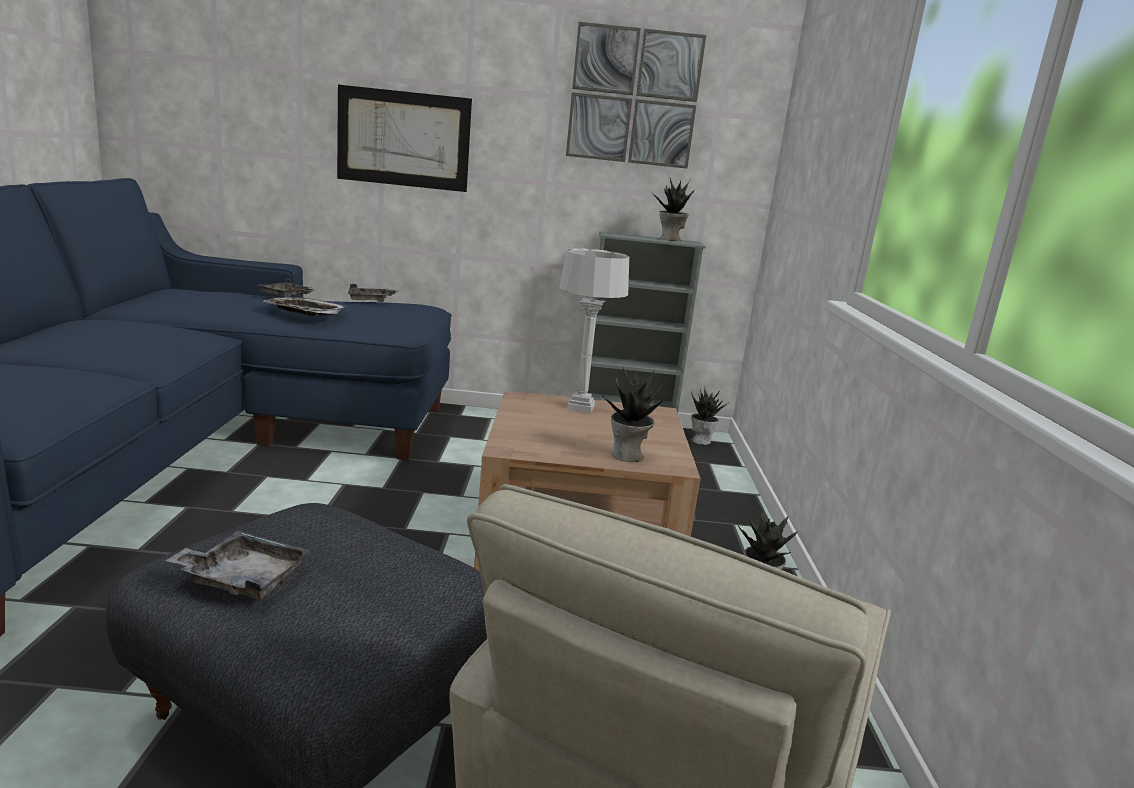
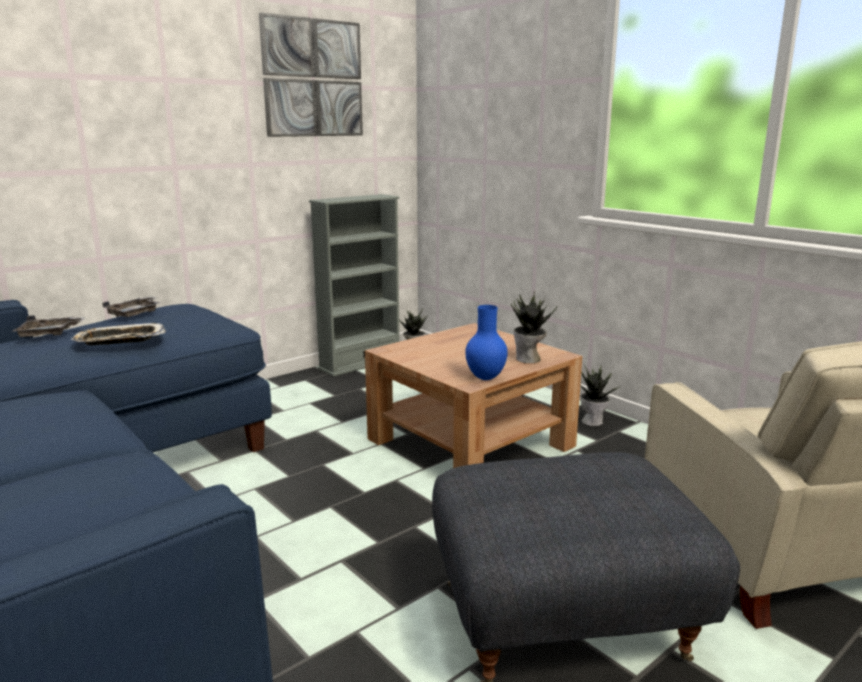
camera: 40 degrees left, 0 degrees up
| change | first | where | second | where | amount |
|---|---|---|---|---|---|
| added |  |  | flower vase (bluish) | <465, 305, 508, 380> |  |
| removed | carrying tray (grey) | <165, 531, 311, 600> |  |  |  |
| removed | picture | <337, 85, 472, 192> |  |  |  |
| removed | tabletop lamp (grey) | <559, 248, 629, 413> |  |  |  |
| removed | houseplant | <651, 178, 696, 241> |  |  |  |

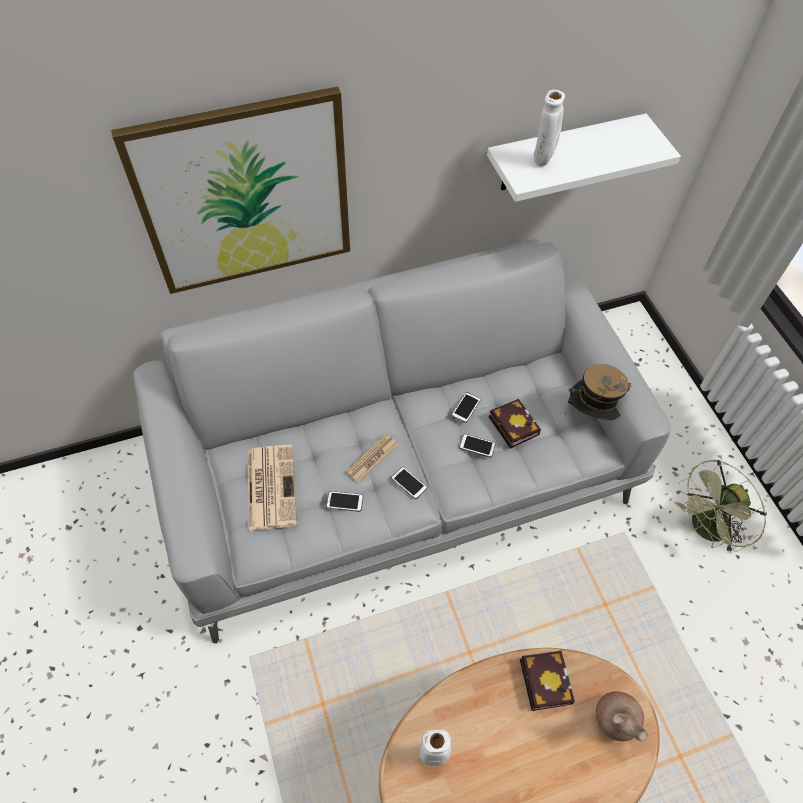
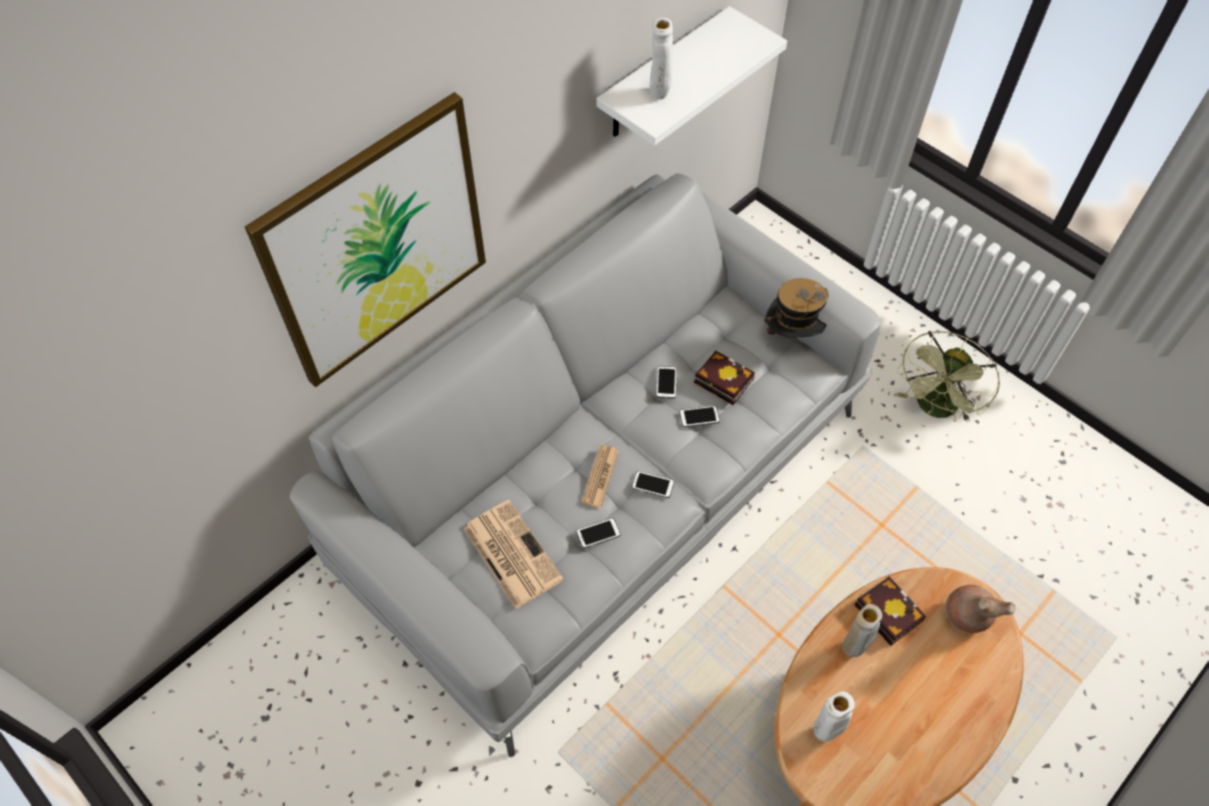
camera: 25 degrees left, 0 degrees up
| change | first | where | second | where | amount |
|---|---|---|---|---|---|
| added |  |  | flower vase (beige-coloured) | <842, 604, 882, 657> |  |

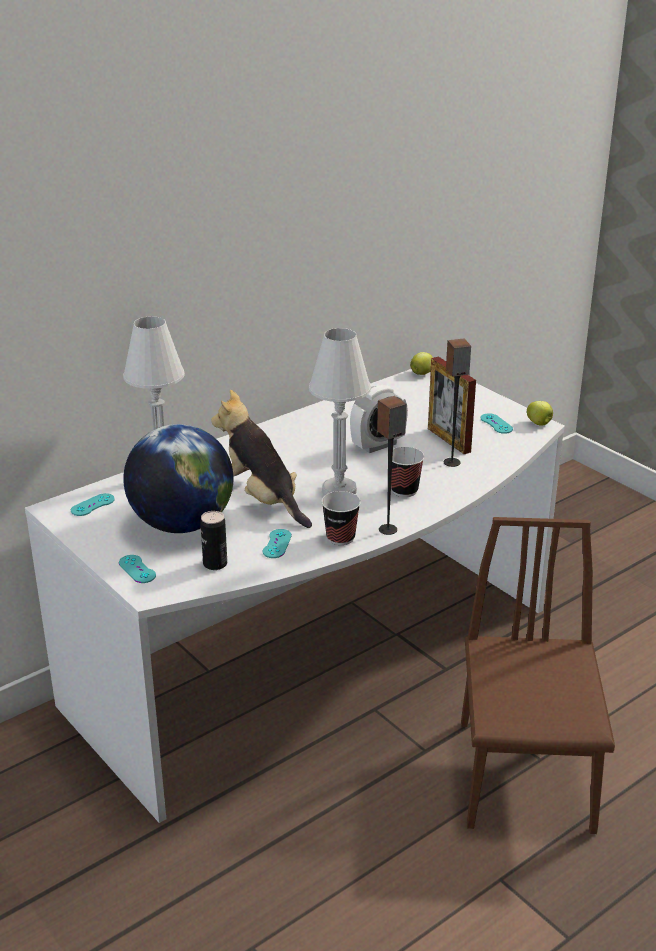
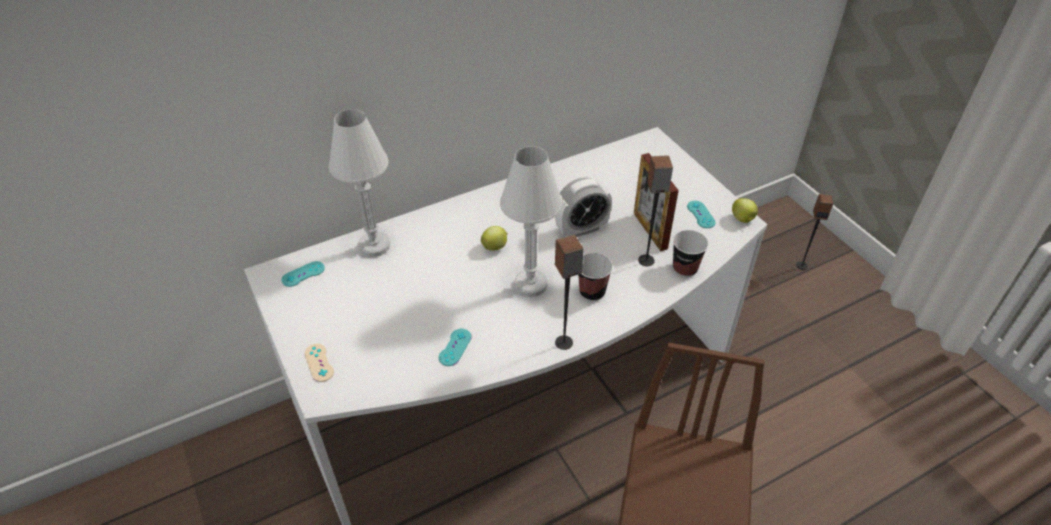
camera: 10 degrees right, 15 degrees up
| change | first | where | second | where | amount |
|---|---|---|---|---|---|
| recoloured | game controller (turquoise-coloured) | <119, 555, 156, 583> | game controller (beige-coloured) | <304, 344, 334, 382> |  |
| moved | apple | <410, 352, 433, 375> |  | <481, 226, 508, 251> |  |
| moved | drinking cup | <321, 491, 361, 545> |  | <673, 230, 708, 277> |  |
| added |  |  | speaker | <796, 194, 833, 270> |  |
| removed | world globe | <123, 424, 234, 533> |  |  |  |
| removed | sealed can | <200, 511, 227, 570> |  |  |  |
| removed | plush toy | <211, 390, 312, 528> |  |  |  |

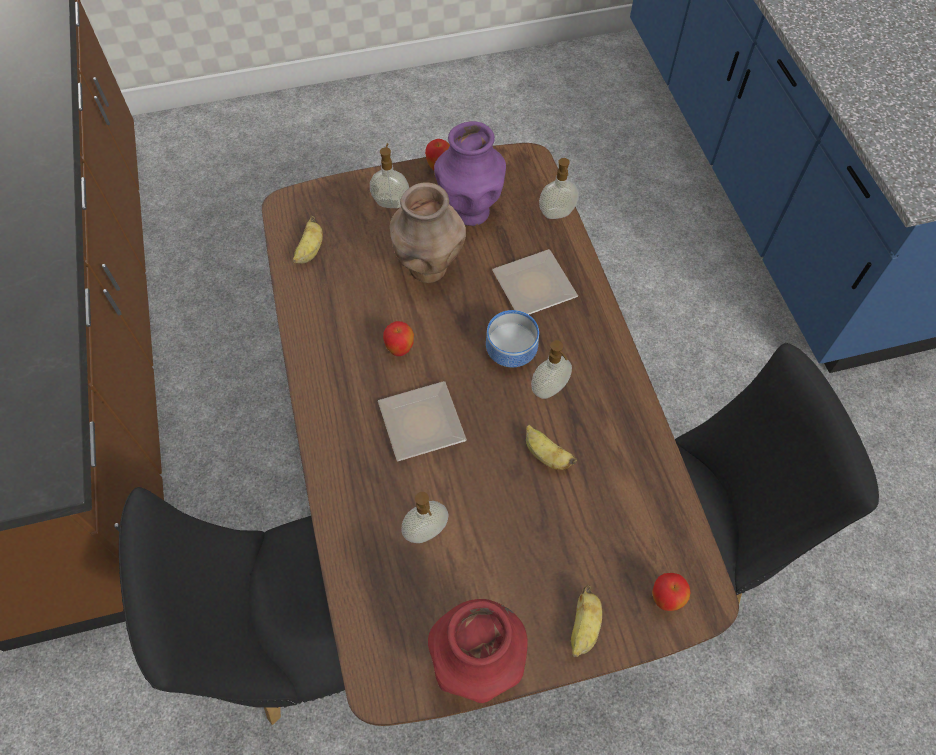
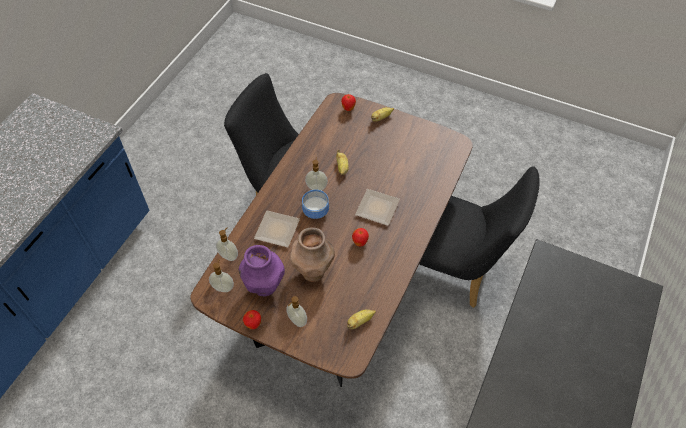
camera: 140 degrees left, 5 degrees down
| change | first | where | second | where | amount |
|---|---|---|---|---|---|
| moved | soap bottle | <401, 492, 448, 543> |  | <209, 259, 234, 292> |  |
| removed | flower vase (red-coloured) | <428, 599, 528, 703> |  |  |  |

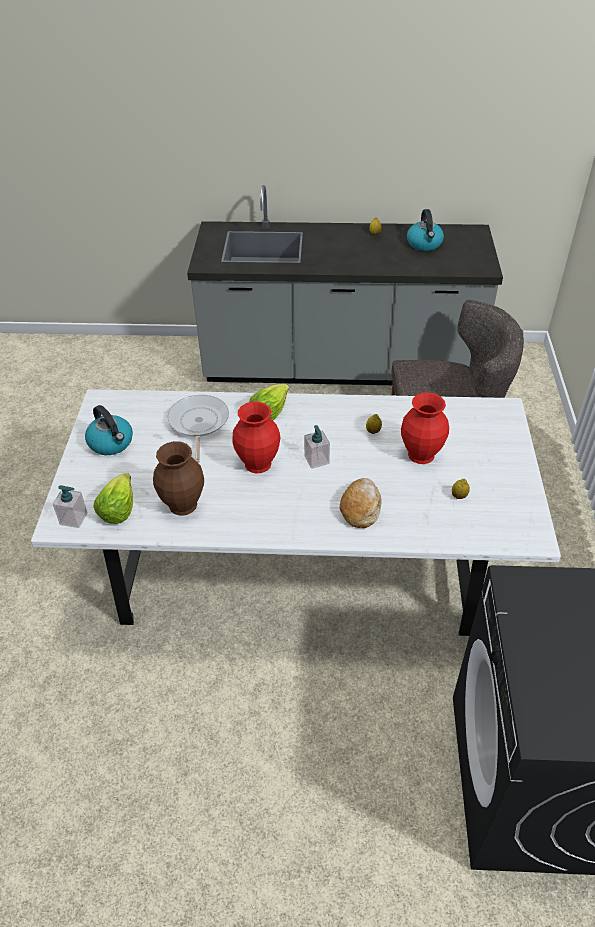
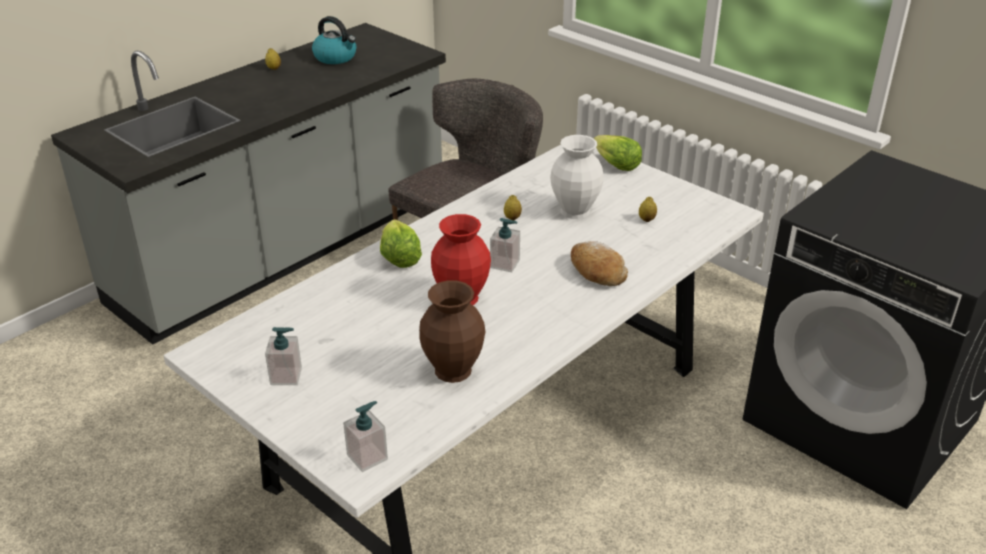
camera: 50 degrees left, 10 degrees down
| change | first | where | second | where | amount |
|---|---|---|---|---|---|
| replaced | tea kettle | <85, 405, 133, 455> | soap bottle | <265, 327, 302, 385> |  |
| recoloured | flower vase (red-coloured) | <401, 392, 449, 464> | flower vase (white) | <550, 135, 604, 219> |  |
| moved | lettuce | <94, 473, 133, 524> |  | <594, 135, 642, 171> |  |
| removed | pan | <167, 395, 229, 463> |  |  |  |

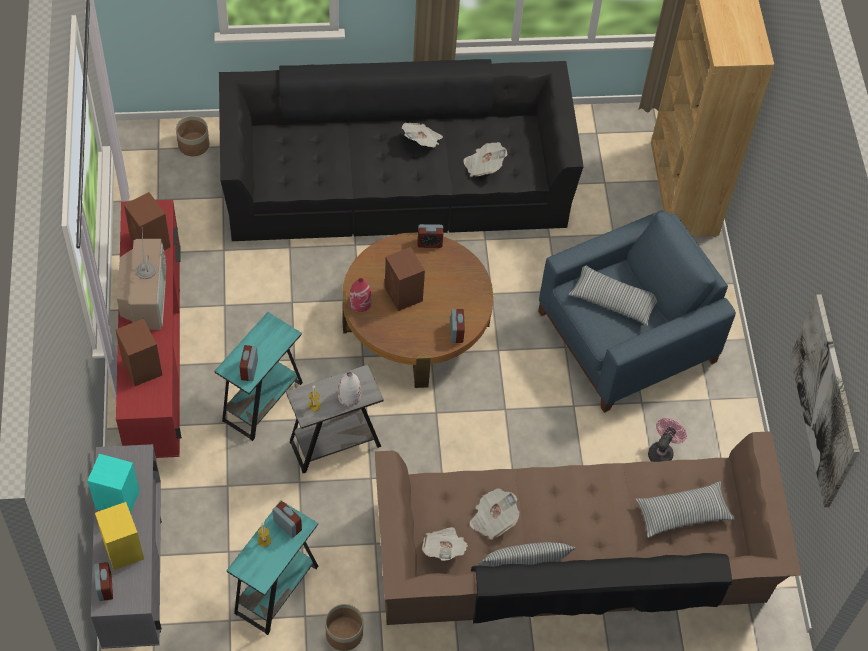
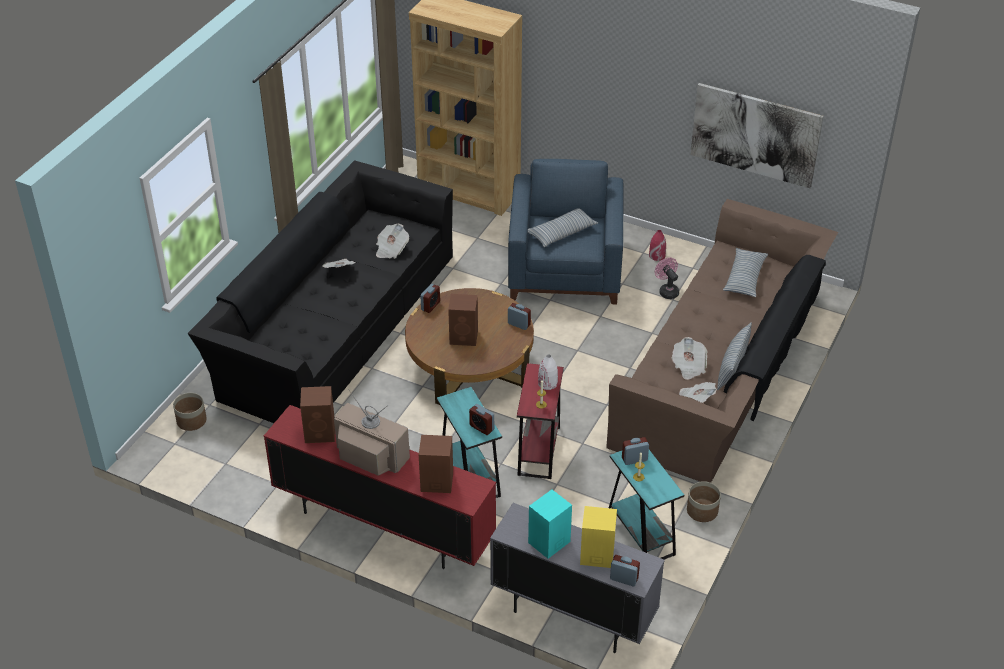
camera: 55 degrees left, 15 degrees down
| change | first | where | second | where | amount |
|---|---|---|---|---|---|
| recoloured | end table (grey) | <286, 365, 384, 473> | end table (red-coloured) | <517, 363, 564, 479> |  |
| moved | flower vase (red-coloured) | <350, 278, 371, 312> |  | <649, 230, 666, 261> |  |

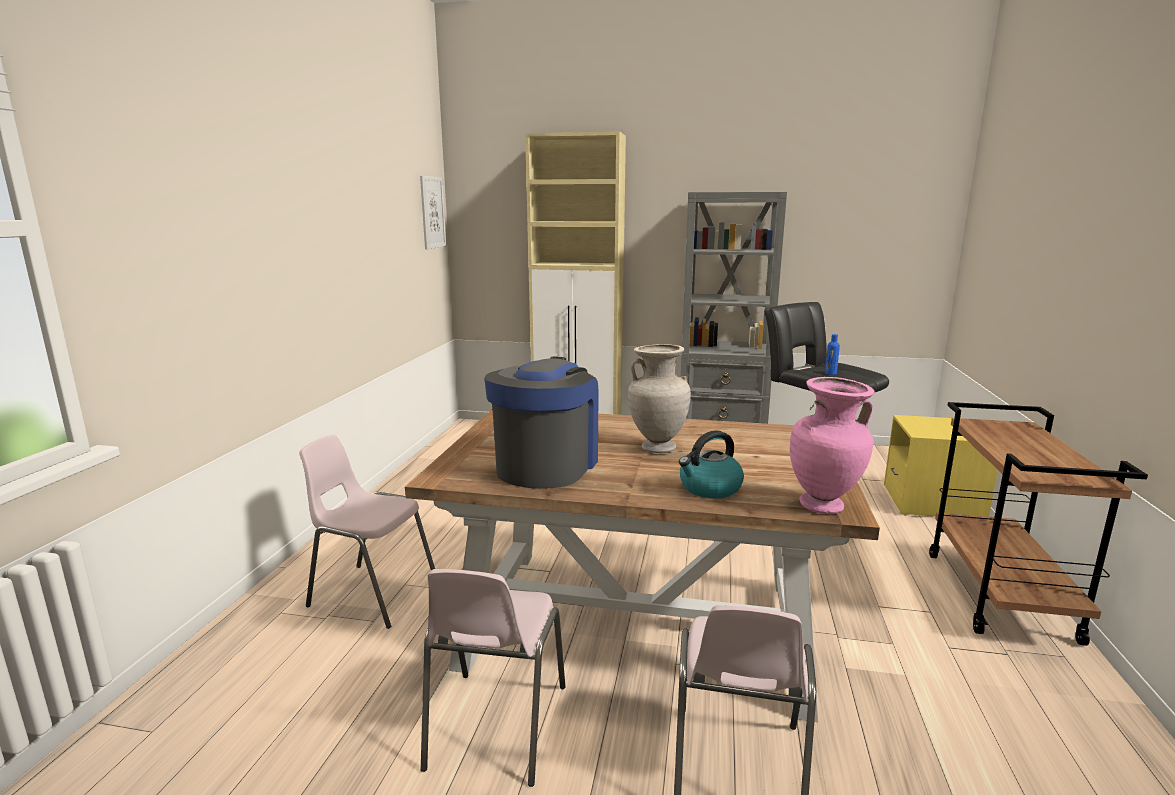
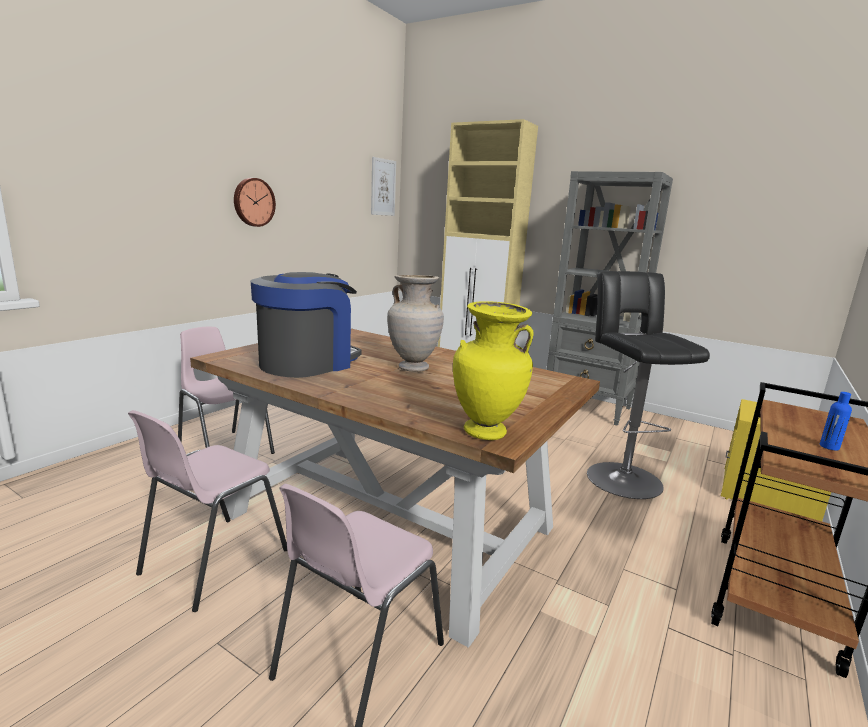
camera: 20 degrees right, 0 degrees up
| change | first | where | second | where | amount |
|---|---|---|---|---|---|
| added |  |  | clock on the wall | <234, 178, 276, 227> |  |
| recoloured | flower vase (pinkish) | <790, 377, 875, 514> | flower vase (yellow) | <453, 301, 534, 440> |  |
| moved | beverage bottle (bluish) | <825, 334, 840, 375> |  | <820, 392, 852, 451> |  |
| removed | tea kettle | <679, 430, 744, 499> |  |  |  |

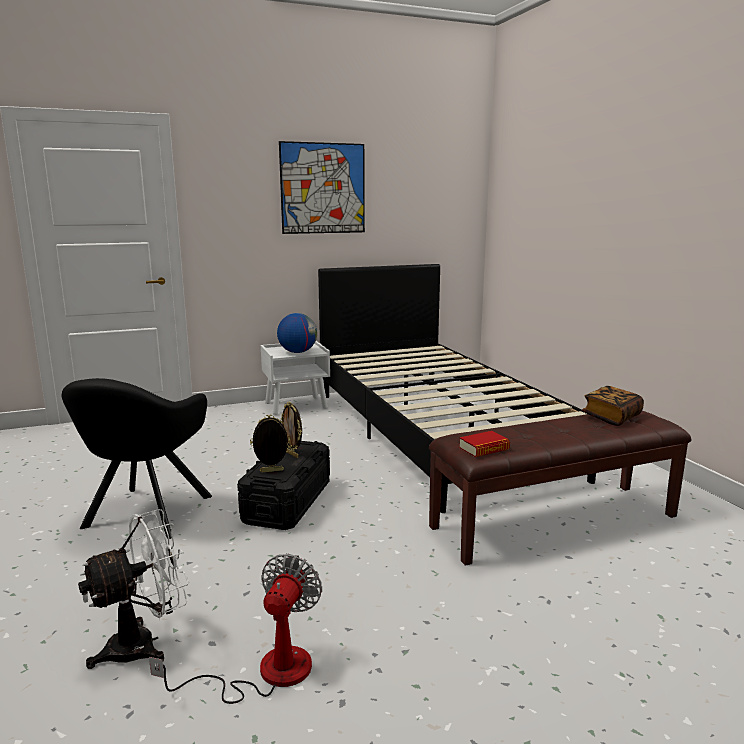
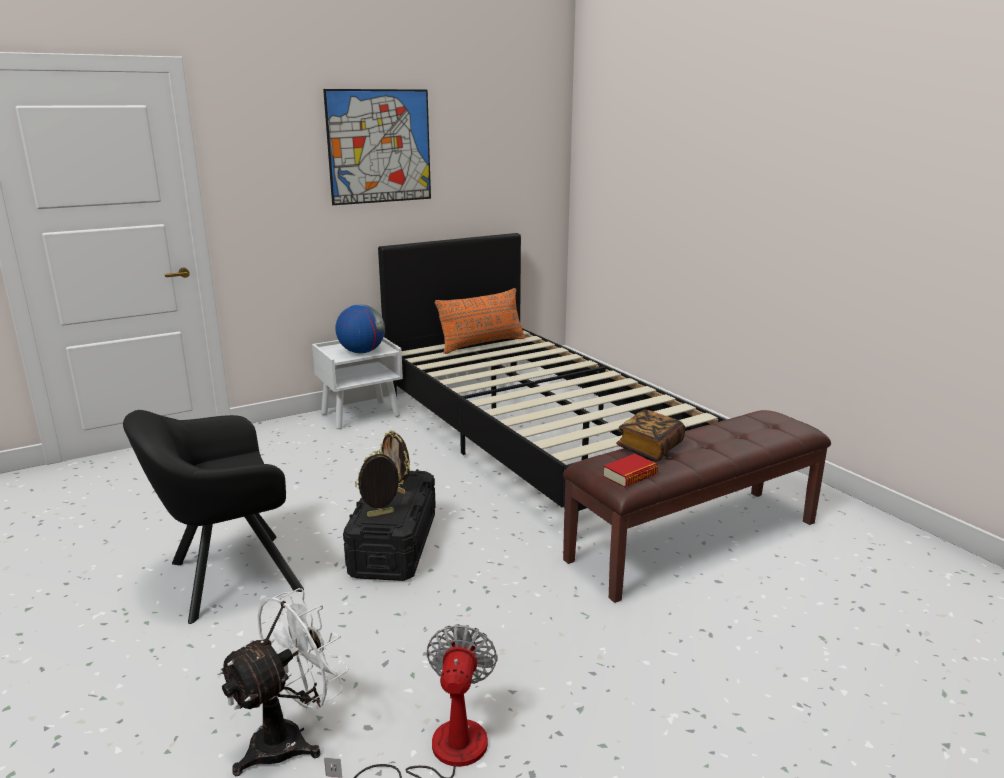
camera: 10 degrees left, 5 degrees up
| change | first | where | second | where | amount |
|---|---|---|---|---|---|
| turned | armchair (black) | <61, 378, 212, 539> |  | <123, 410, 304, 624> | 60 degrees clockwise |
| added |  |  | throw pillow (orange-coloured) | <435, 288, 525, 354> |  |
| moved | bound book | <582, 386, 644, 426> |  | <616, 409, 685, 462> |  |

